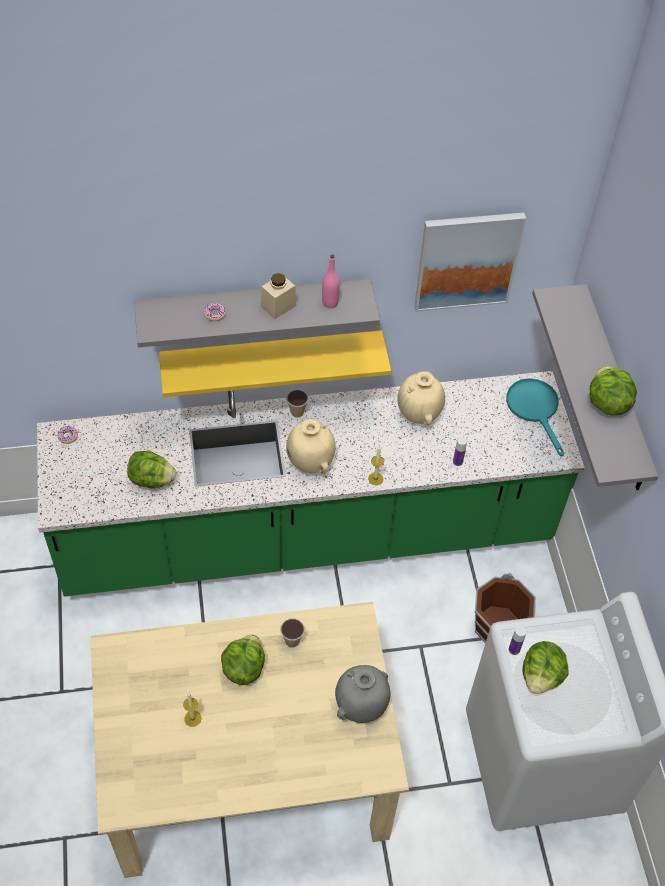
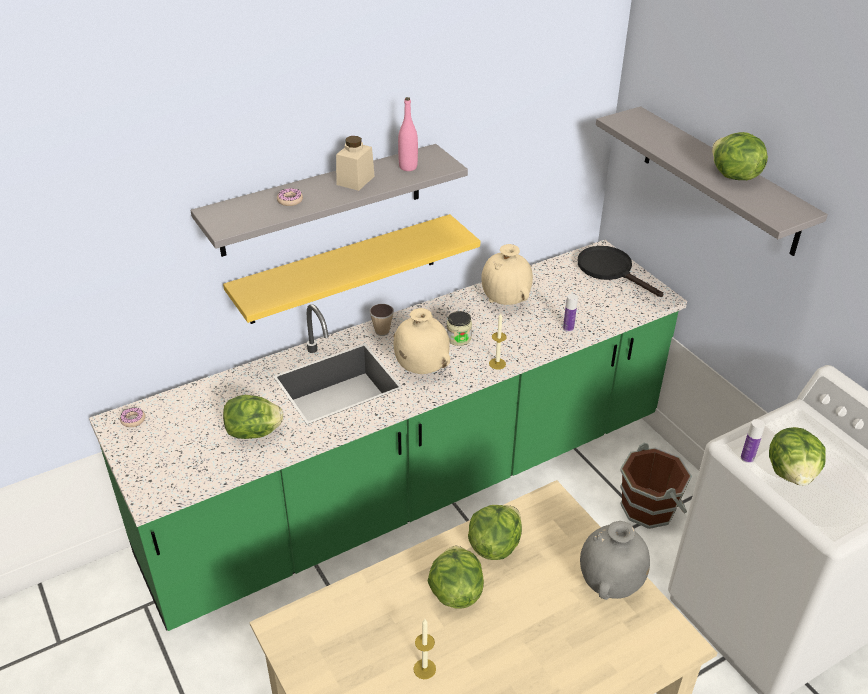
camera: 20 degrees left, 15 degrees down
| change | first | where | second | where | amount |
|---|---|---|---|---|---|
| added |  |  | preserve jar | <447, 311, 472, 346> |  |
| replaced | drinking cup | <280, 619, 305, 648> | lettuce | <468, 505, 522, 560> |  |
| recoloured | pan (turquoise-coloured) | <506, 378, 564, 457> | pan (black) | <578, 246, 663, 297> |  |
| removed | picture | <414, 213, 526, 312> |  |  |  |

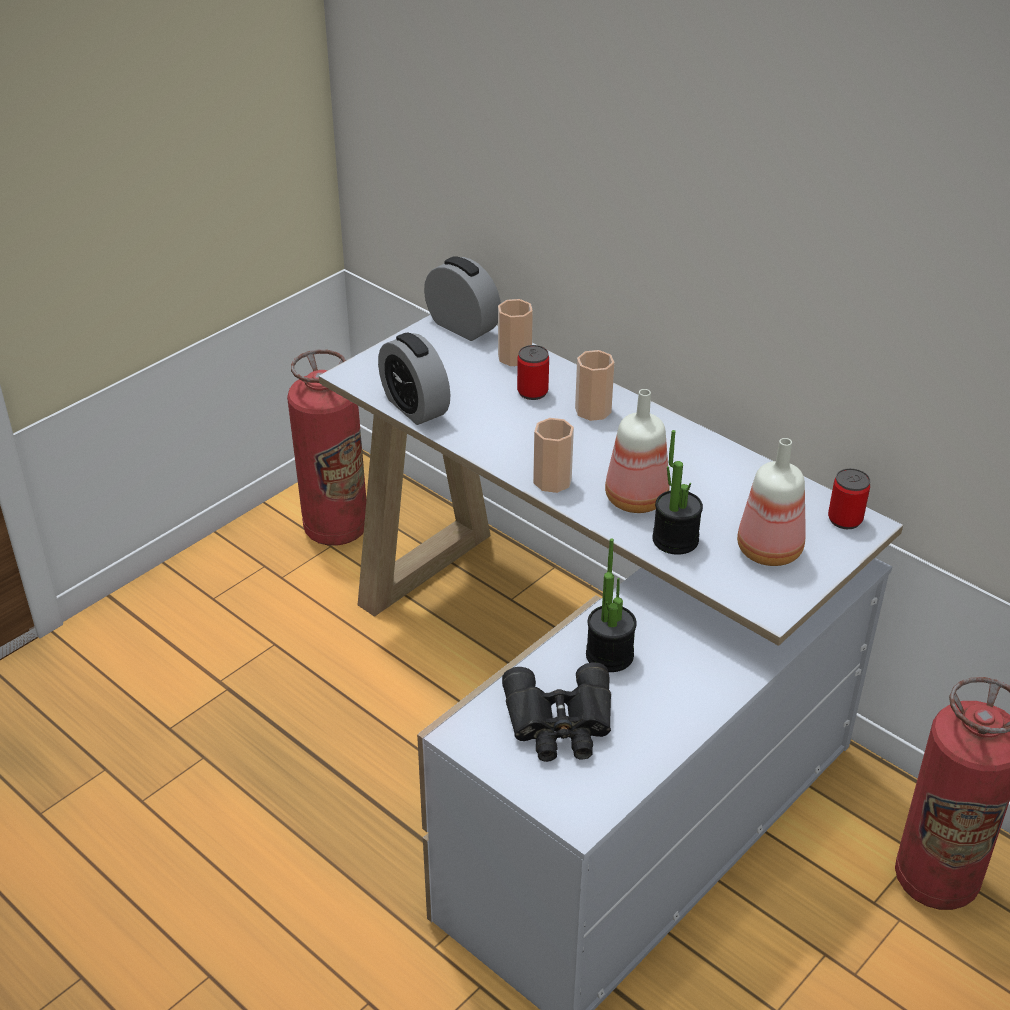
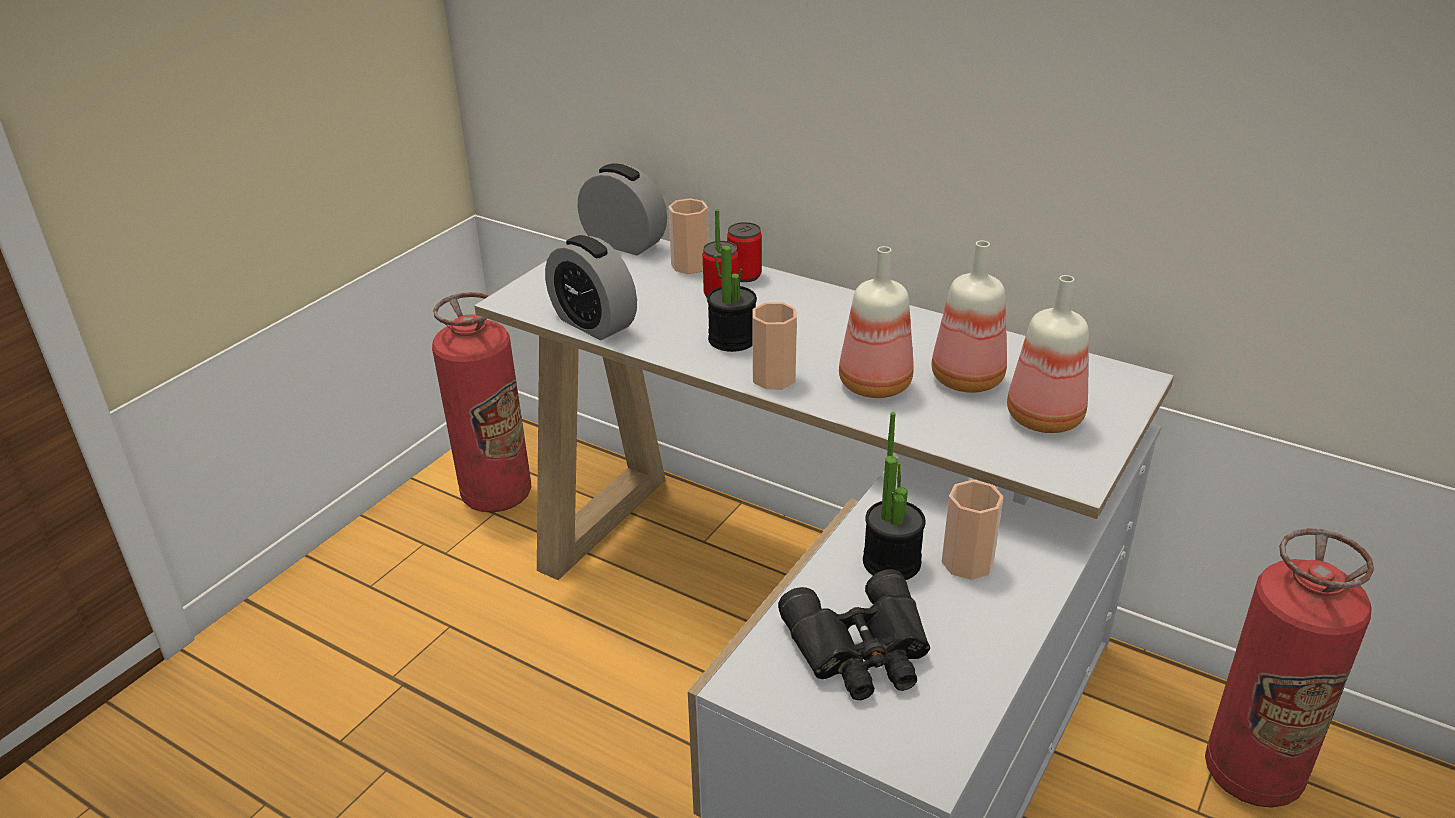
camera: 10 degrees left, 5 degrees down
| change | first | where | second | where | amount |
|---|---|---|---|---|---|
| moved | houseplant | <652, 430, 703, 555> |  | <707, 209, 757, 352> |  |
| moved | sealed can | <828, 468, 870, 529> |  | <727, 222, 762, 282> |  |
| added |  |  | beverage bottle | <932, 241, 1007, 393> |  |
| moved | drinking cup | <575, 350, 614, 421> |  | <942, 480, 1003, 580> |  |

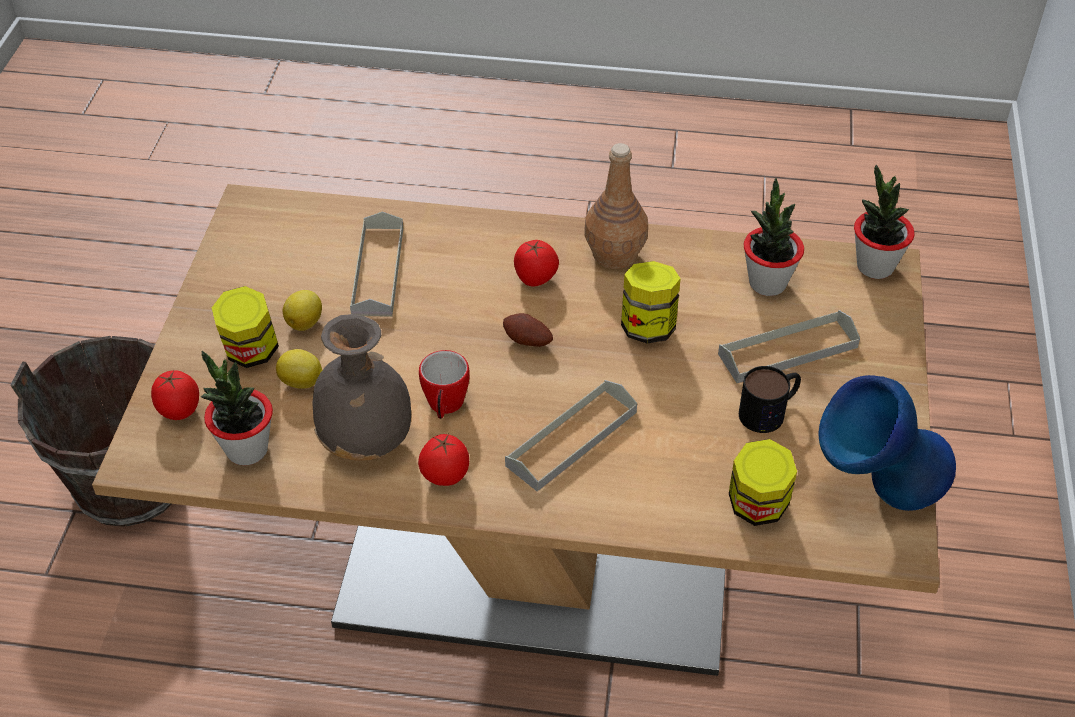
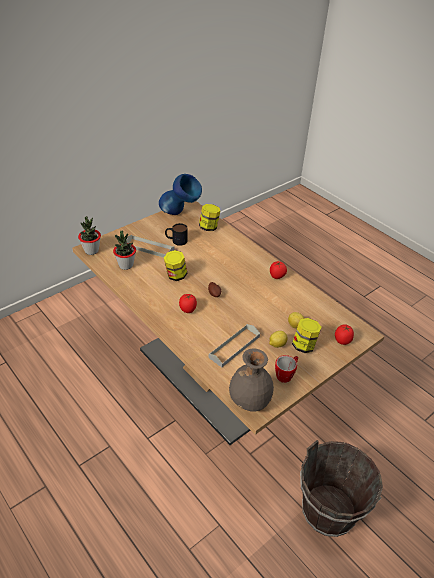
camera: 140 degrees left, 5 degrees down
| change | first | where | second | where | amount |
|---|---|---|---|---|---|
| moved | flower vase (grey) | <312, 314, 411, 461> |  | <229, 348, 274, 412> |  |
| moved | coffee mug | <419, 350, 470, 419> |  | <275, 355, 298, 383> |  |
| removed | houseplant | <201, 351, 273, 466> |  |  |  |
| removed | carrying tray (grey) | <505, 380, 637, 491> |  |  |  |
| removed | beverage bottle (brownish) | <584, 143, 648, 269> |  |  |  |

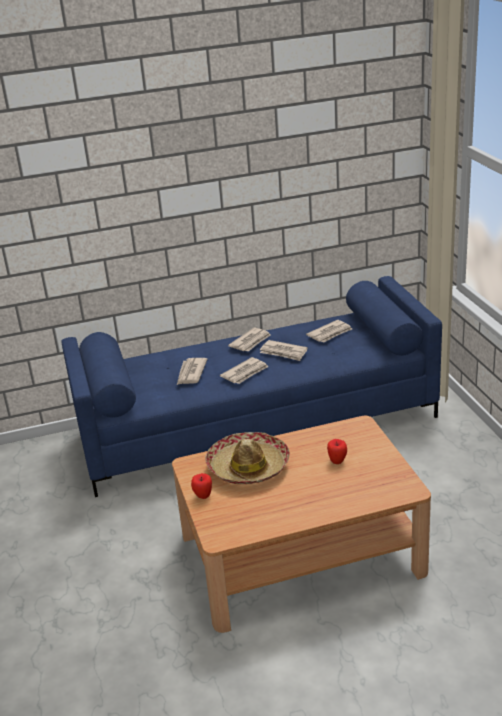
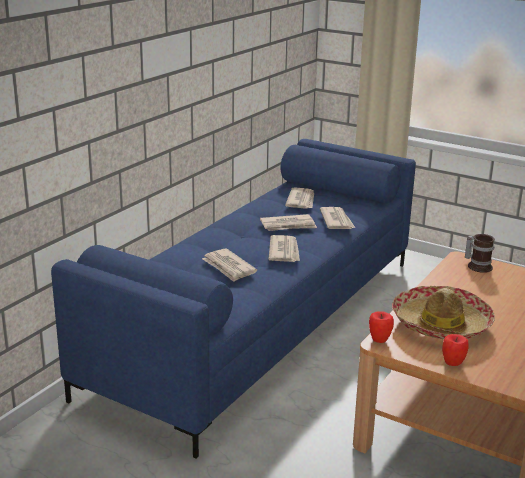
camera: 45 degrees left, 5 degrees down
| change | first | where | second | where | amount |
|---|---|---|---|---|---|
| moved | newspaper | <228, 328, 271, 351> |  | <320, 207, 355, 229> |  |
| moved | apple | <327, 439, 347, 464> |  | <369, 311, 394, 343> |  |
| added |  |  | coffee mug | <465, 234, 495, 273> |  |

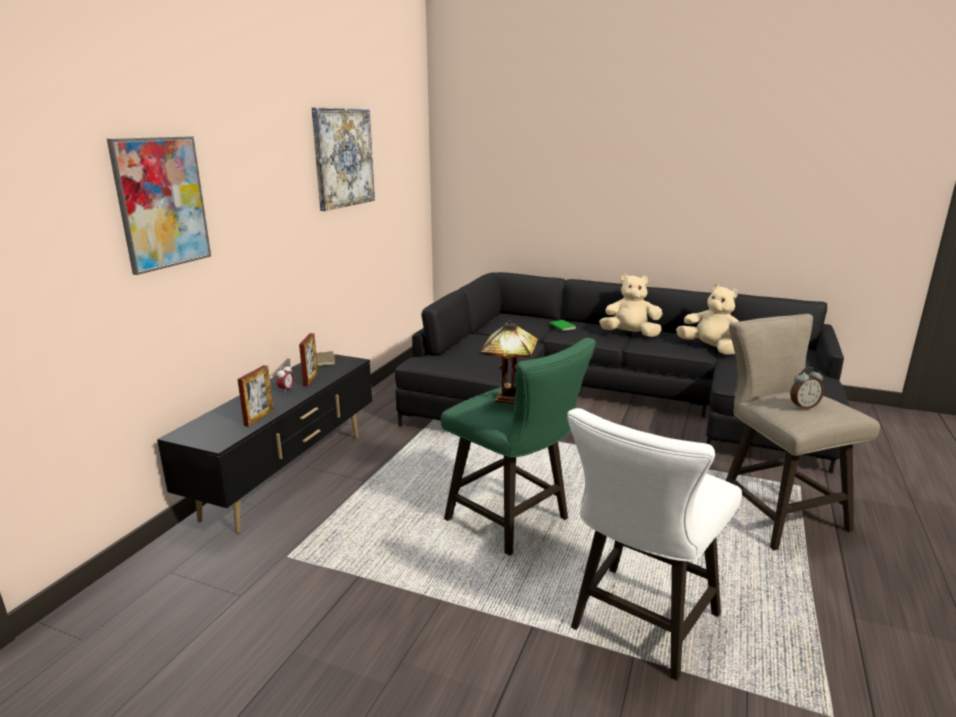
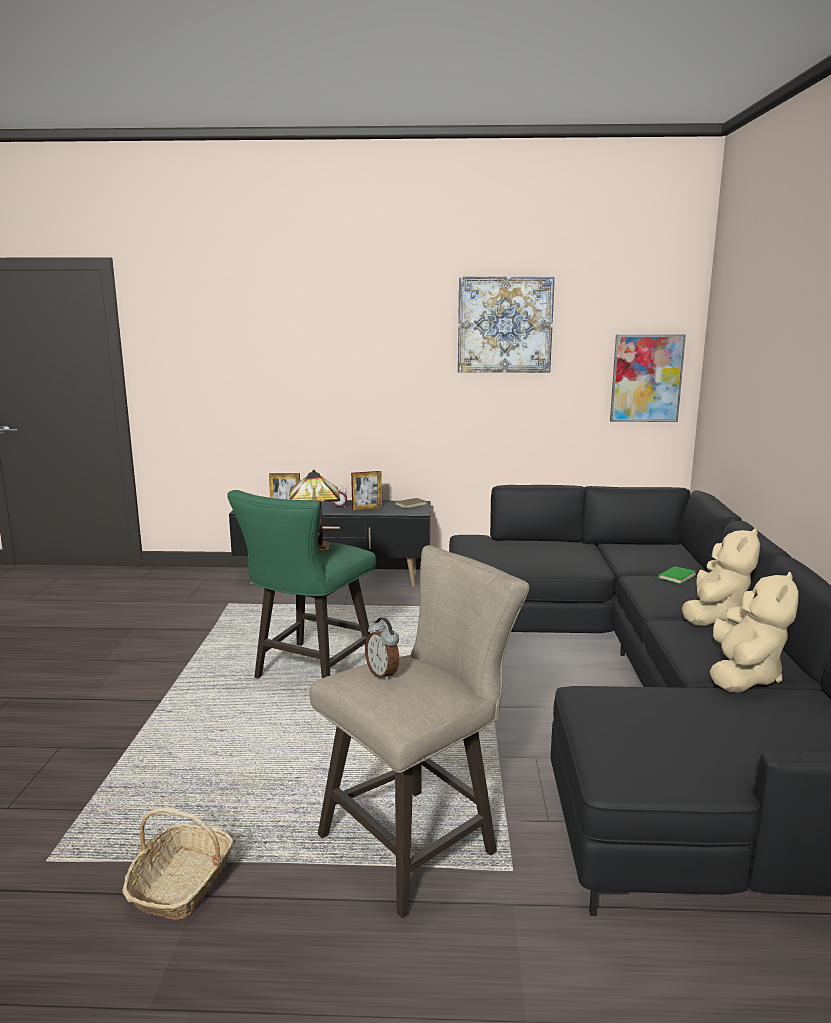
camera: 70 degrees right, 5 degrees down
| change | first | where | second | where | amount |
|---|---|---|---|---|---|
| added |  |  | household basket | <123, 807, 233, 920> |  |
| moved | picture | <107, 136, 211, 275> |  | <610, 334, 686, 422> |  |
| turned | plush toy (beige-coloured) | <599, 274, 662, 337> |  | <682, 528, 760, 626> | 45 degrees clockwise |
| removed | stool seat (white) | <567, 408, 742, 680> |  |  |  |

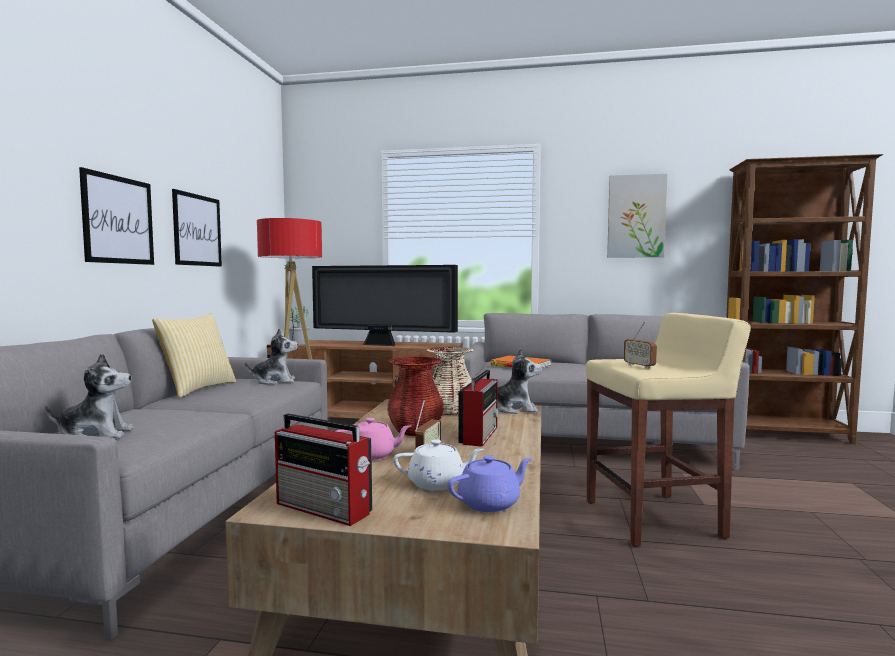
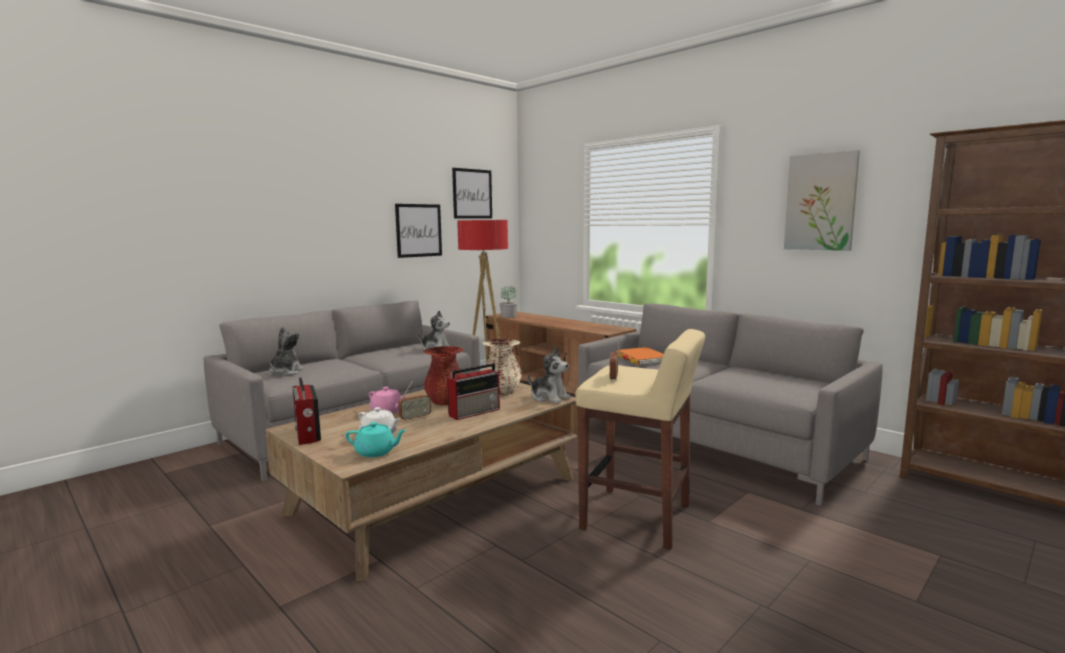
camera: 35 degrees right, 5 degrees up
| change | first | where | second | where | amount |
|---|---|---|---|---|---|
| turned | plush toy | <45, 353, 134, 438> |  | <269, 326, 304, 376> | 105 degrees counterclockwise |
| recoloured | teapot (purple-coloured) | <447, 455, 532, 512> | teapot (turquoise-coloured) | <345, 422, 406, 457> |  |
| moved | picture | <79, 167, 154, 265> |  | <452, 168, 492, 219> |  |
| removed | throw pillow | <152, 313, 236, 398> |  |  |  |
| removed | TV | <312, 265, 458, 346> |  |  |  |

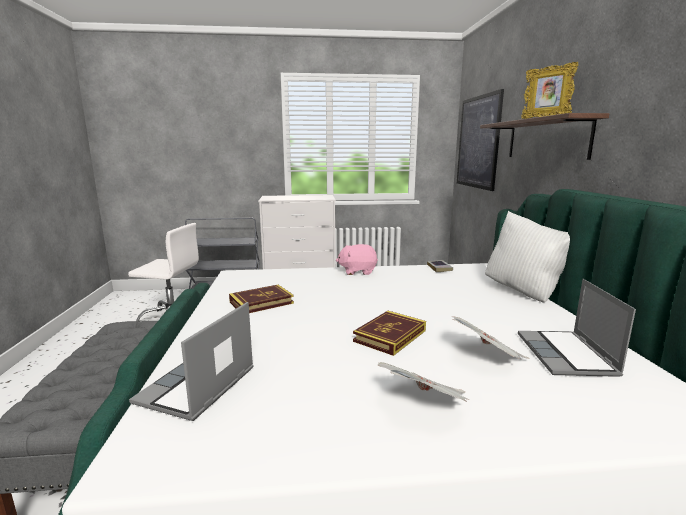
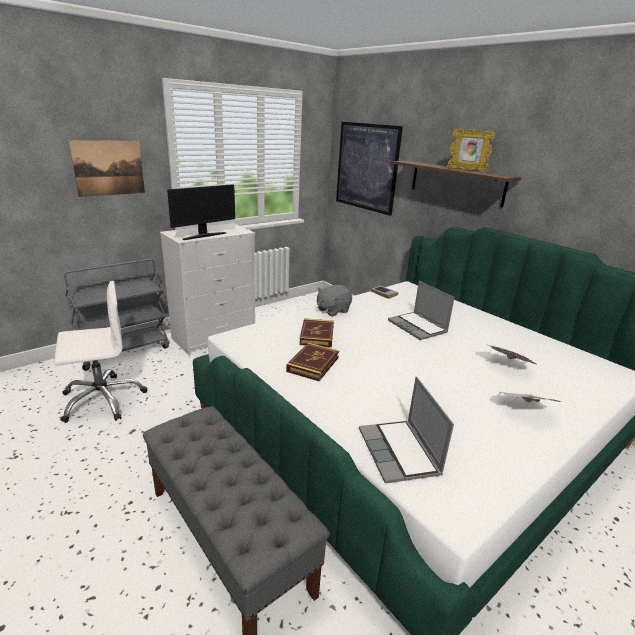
camera: 35 degrees left, 10 degrees up
| change | first | where | second | where | amount |
|---|---|---|---|---|---|
| added |  |  | picture | <69, 140, 145, 197> |  |
| added |  |  | monitor | <167, 184, 235, 240> |  |
| moved | bound book | <353, 311, 426, 356> |  | <299, 318, 334, 348> |  |
| recoloured | plush toy (pinkish) | <336, 244, 378, 275> | plush toy (grey) | <317, 285, 352, 316> |  |
| moved | portable computer | <518, 279, 636, 377> |  | <388, 281, 455, 340> |  |
| removed | throw pillow (white) | <485, 211, 570, 303> |  |  |  |

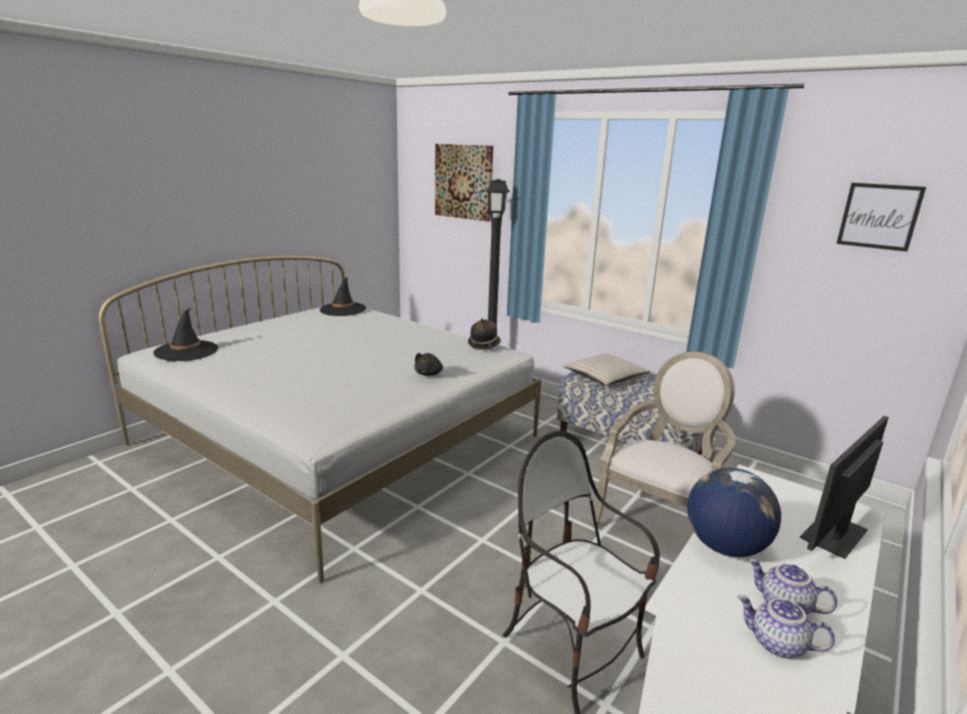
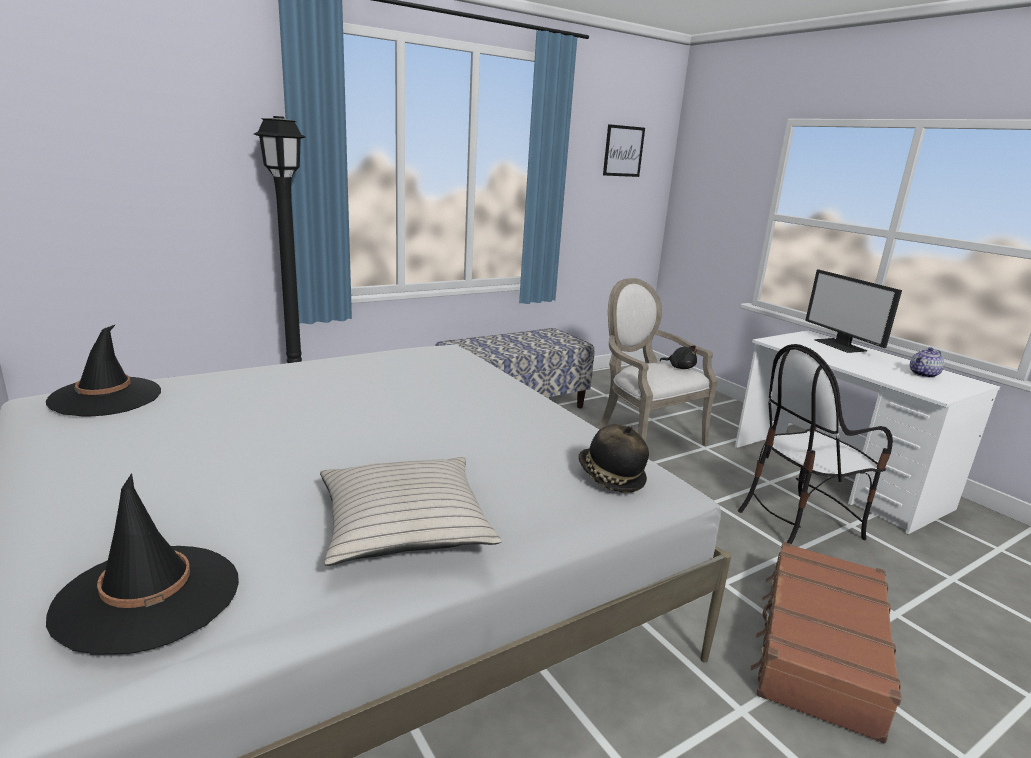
camera: 70 degrees left, 0 degrees up
| change | first | where | second | where | amount |
|---|---|---|---|---|---|
| moved | throw pillow (beige-coloured) | <563, 354, 650, 385> |  | <320, 457, 501, 566> |  |
| moved | hat | <468, 319, 501, 350> |  | <578, 424, 649, 493> |  |
| moved | plush toy (black) | <414, 353, 443, 376> |  | <660, 346, 697, 369> |  |
| added |  |  | suitcase (brownish) | <750, 542, 902, 744> |  |
| removed | picture | <435, 144, 493, 222> |  |  |  |
| removed | world globe | <687, 468, 781, 557> |  |  |  |
| removed | teapot | <738, 595, 835, 659> |  |  |  |

